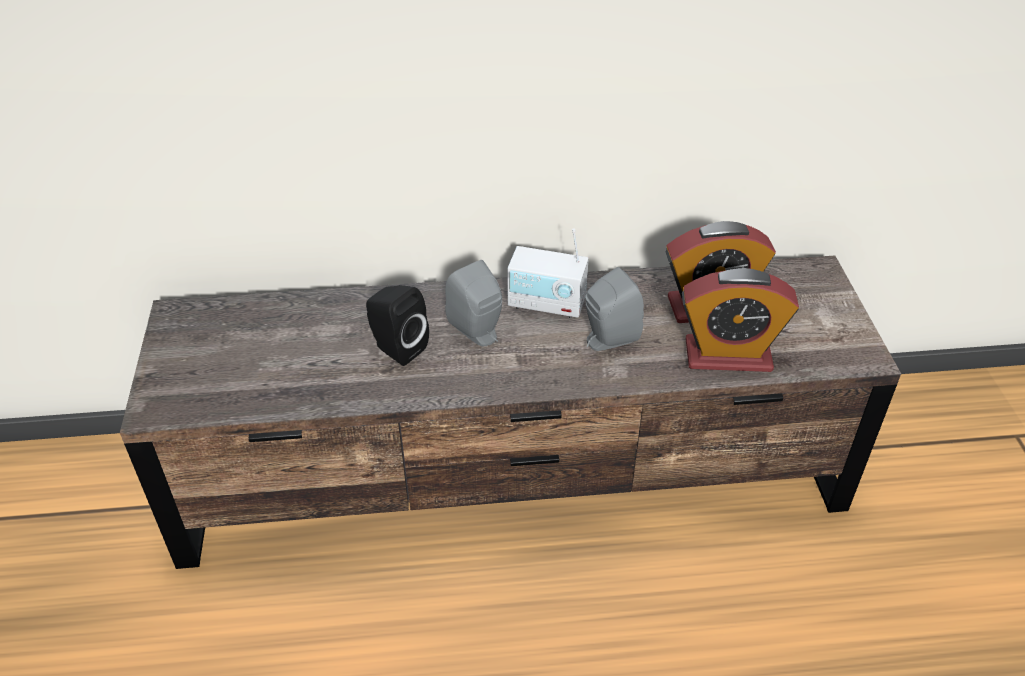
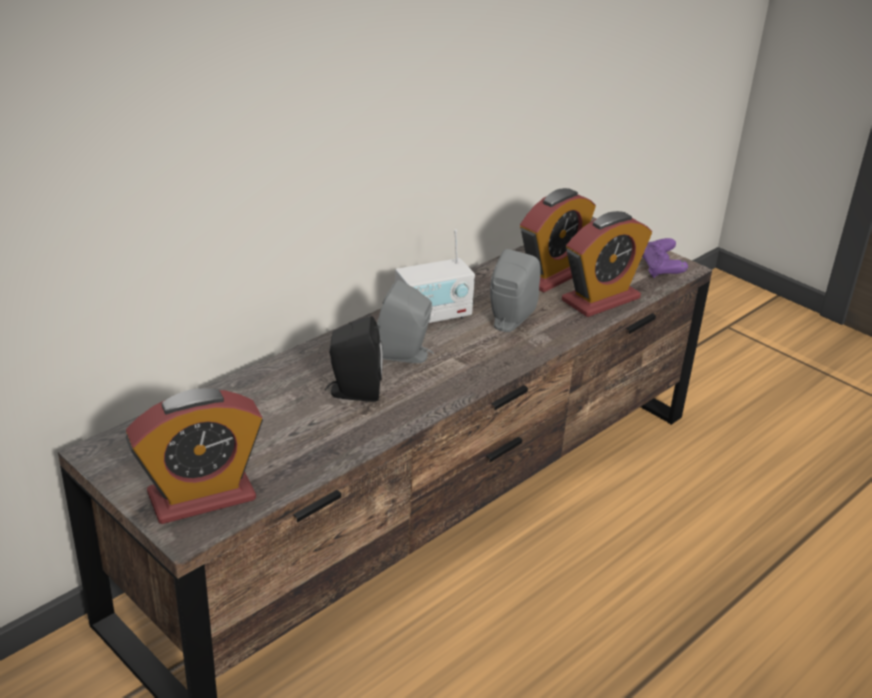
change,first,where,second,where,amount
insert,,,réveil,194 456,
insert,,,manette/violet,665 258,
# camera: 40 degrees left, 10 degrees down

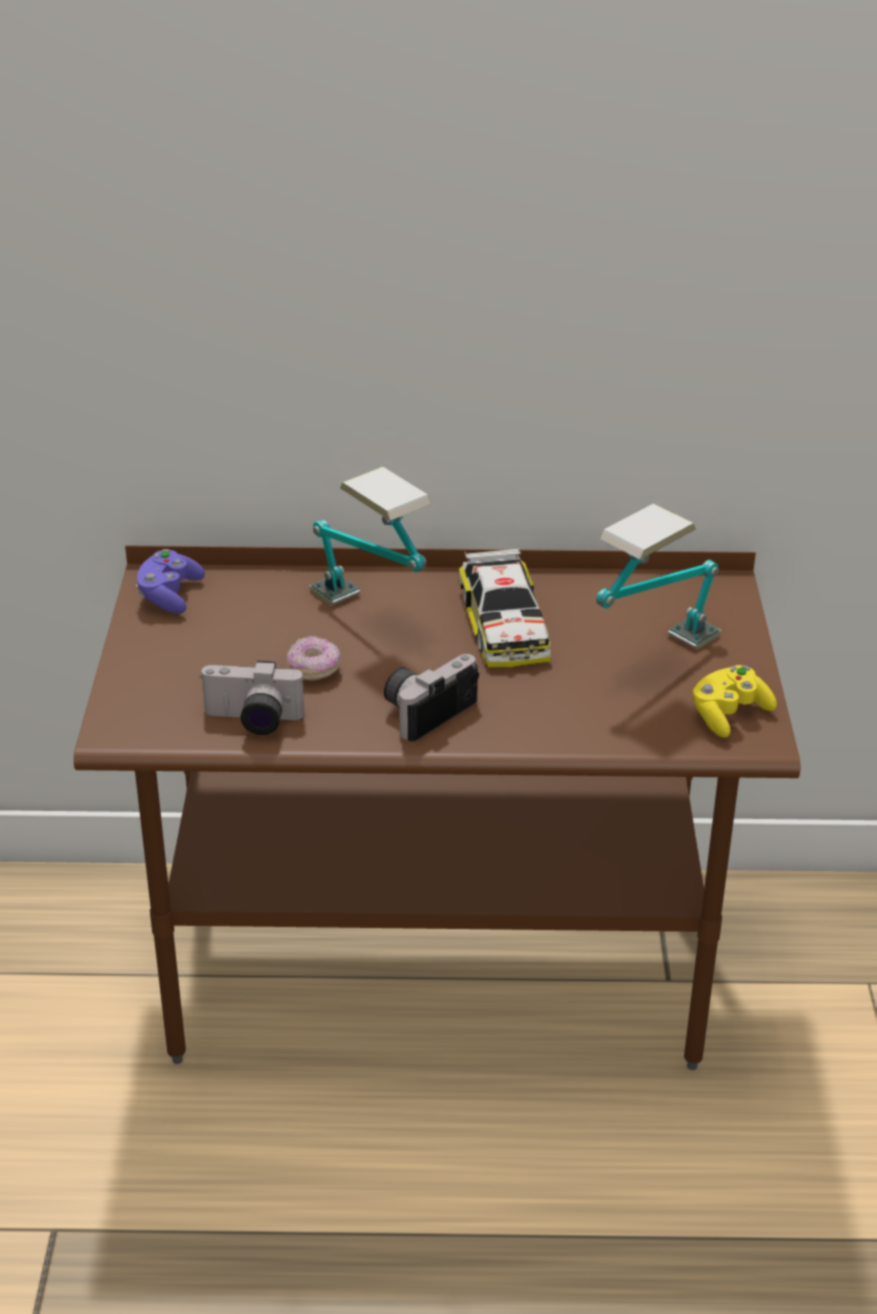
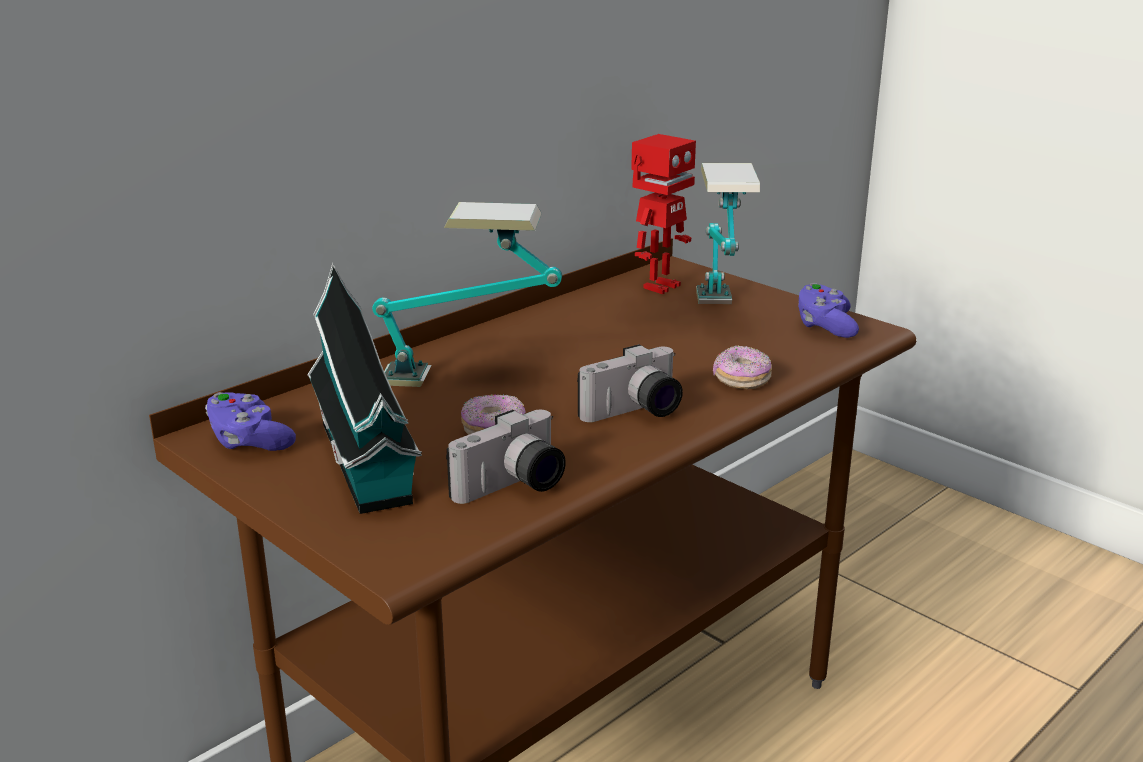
change,first,where,second,where,amount
rotate,appareil photo,431 697,,630 383,120 degrees counterclockwise
delete,petite voiture,505 608,,,
recolor,manette/jaune,735 701,manette/violet,828 310,
insert,,,maison miniature,364 388,
insert,,,robot jouet,663 214,
insert,,,beignet,742 367,
# camera: 45 degrees left, 10 degrees down

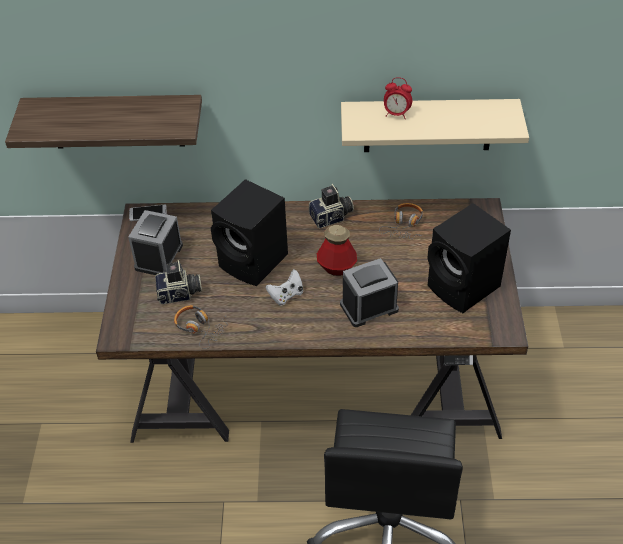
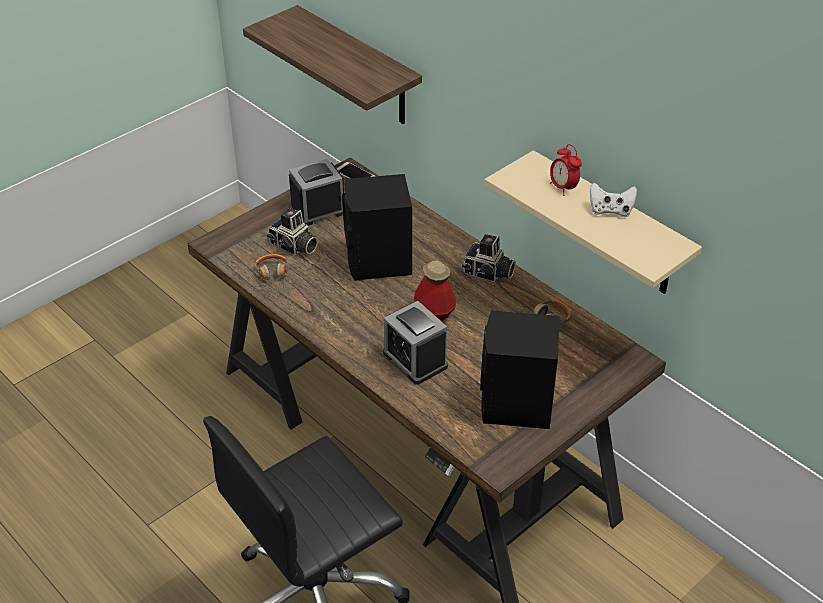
change,first,where,second,where,amount
move,manette/blanc,284 287,,613 200,
rotate,réveil,369 292,,415 343,150 degrees counterclockwise
# camera: 45 degrees right, 5 degrees down

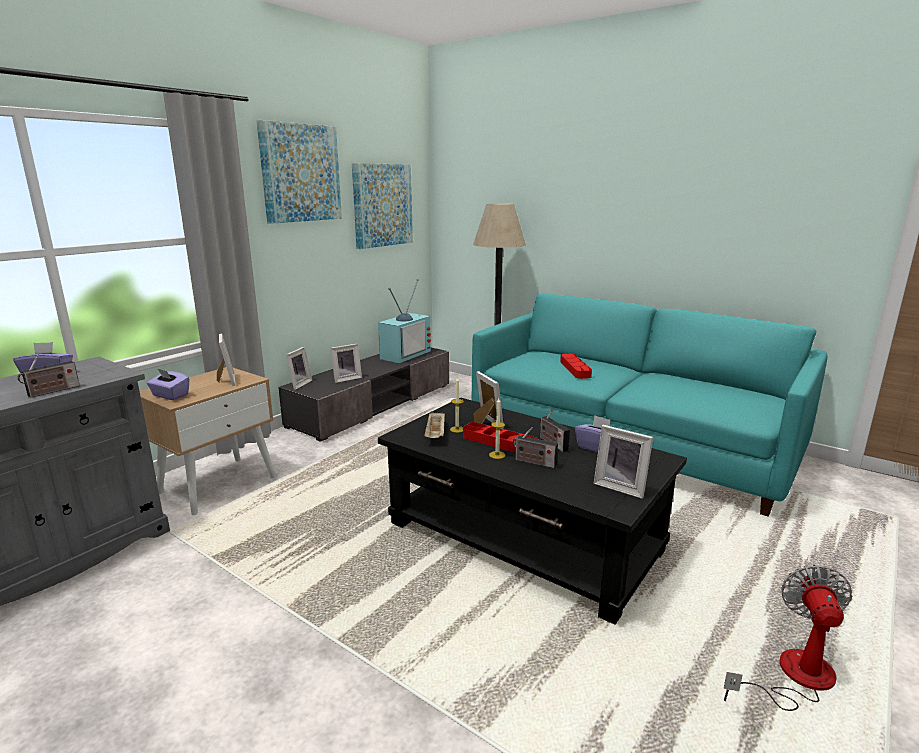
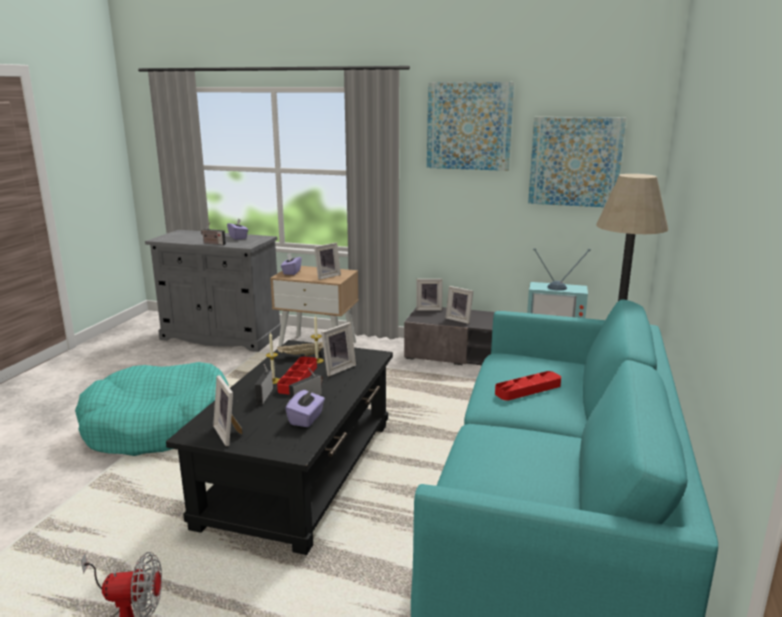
change,first,where,second,where,amount
rotate,cadre photo,623 462,,227 410,45 degrees counterclockwise
insert,,,panier pour chien/turquoise,152 409,
# camera: 70 degrees right, 0 degrees up

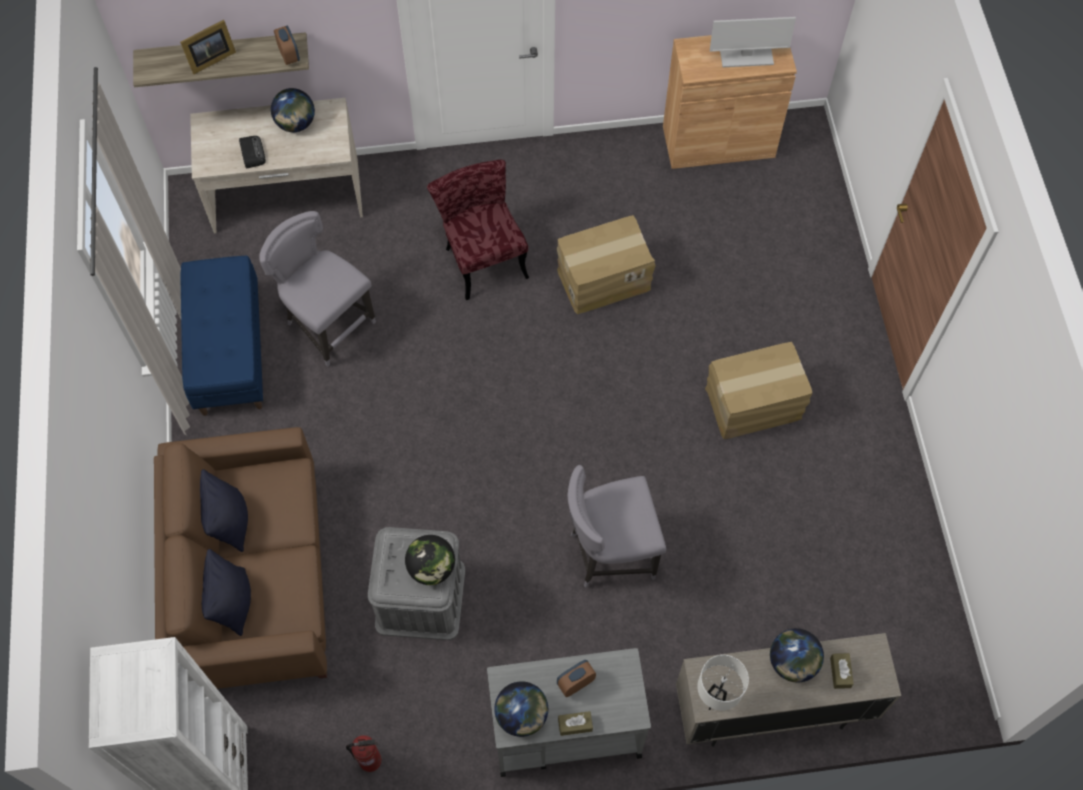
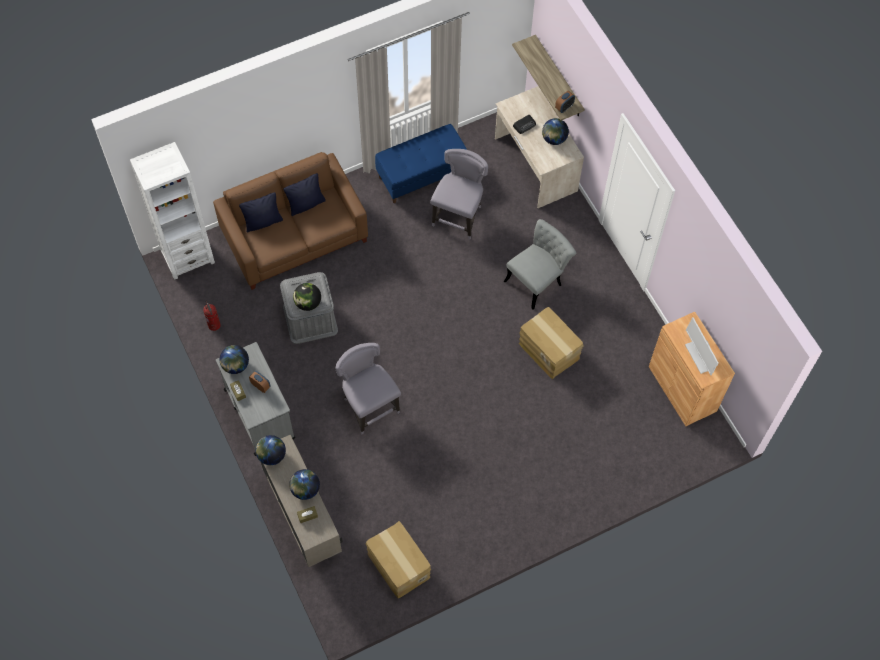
change,first,where,second,where,amount
delete,cadre photo,208 47,,,
recolor,chaise/rouge,478 230,chaise/gris,540 264,
replace,lampe de table/blanc,723 683,globe,270 450,
move,carton,758 390,,398 559,
# camera: 70 degrees right, 0 degrees up

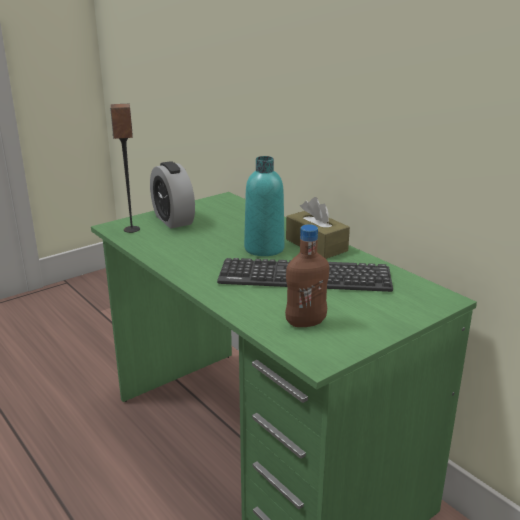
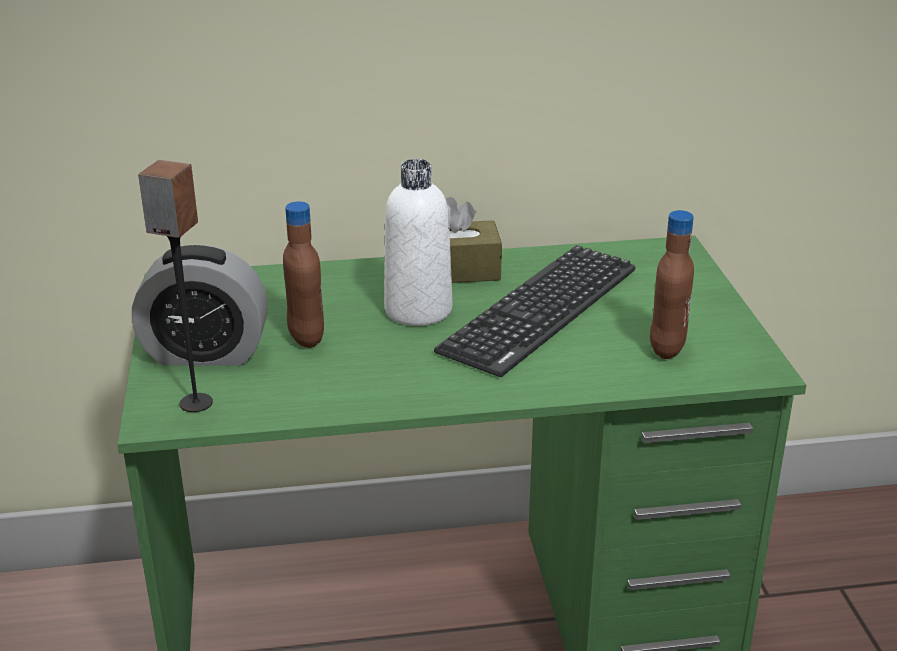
change,first,where,second,where,amount
recolor,bouteille/turquoise,264 206,bouteille/blanc,418 242,
insert,,,bouteille/marron,303 274,
# camera: 60 degrees left, 5 degrees up

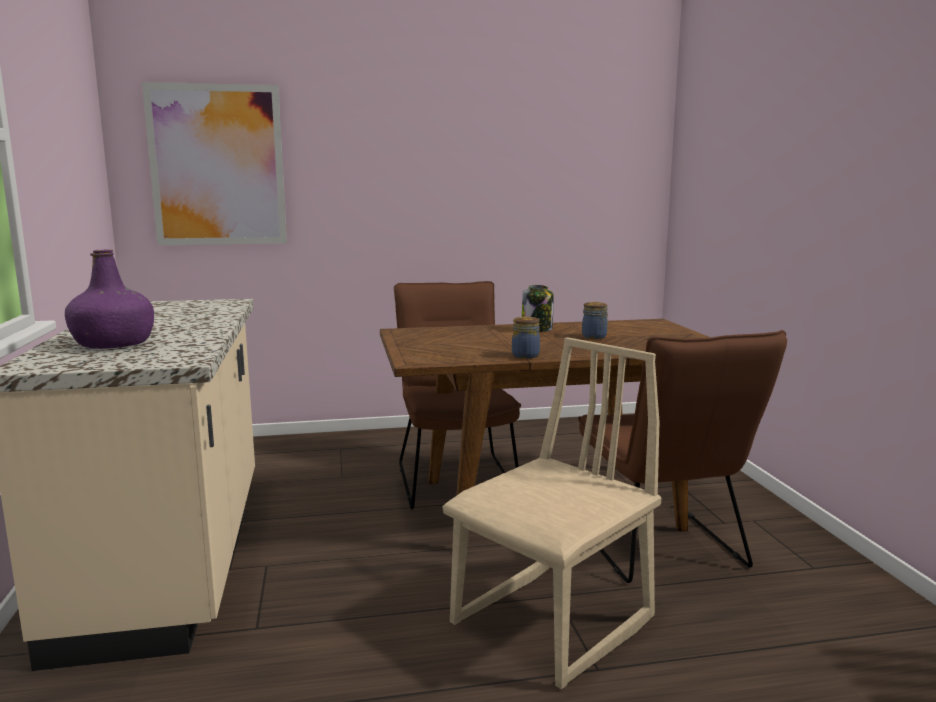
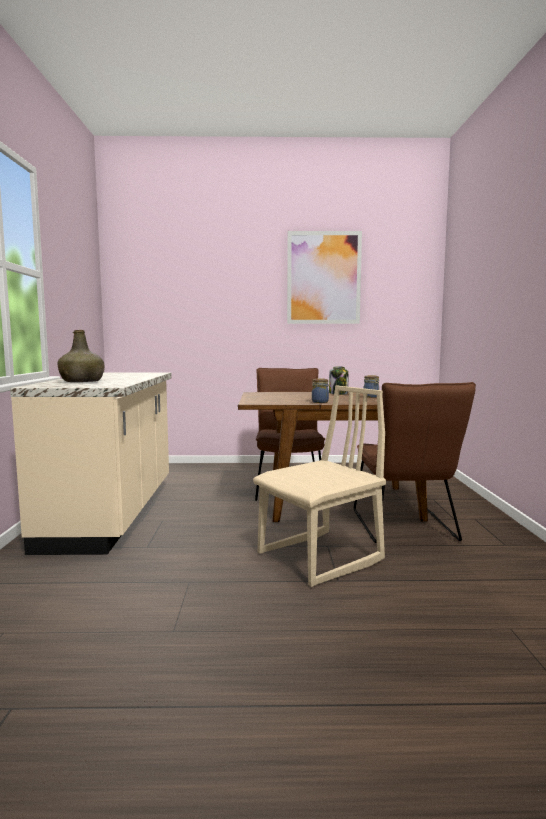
change,first,where,second,where,amount
recolor,bouteille/violet,109 299,bouteille/vert,81 356,
move,tableau,214 163,,324 277,
# camera: 10 degrees right, 5 degrees down

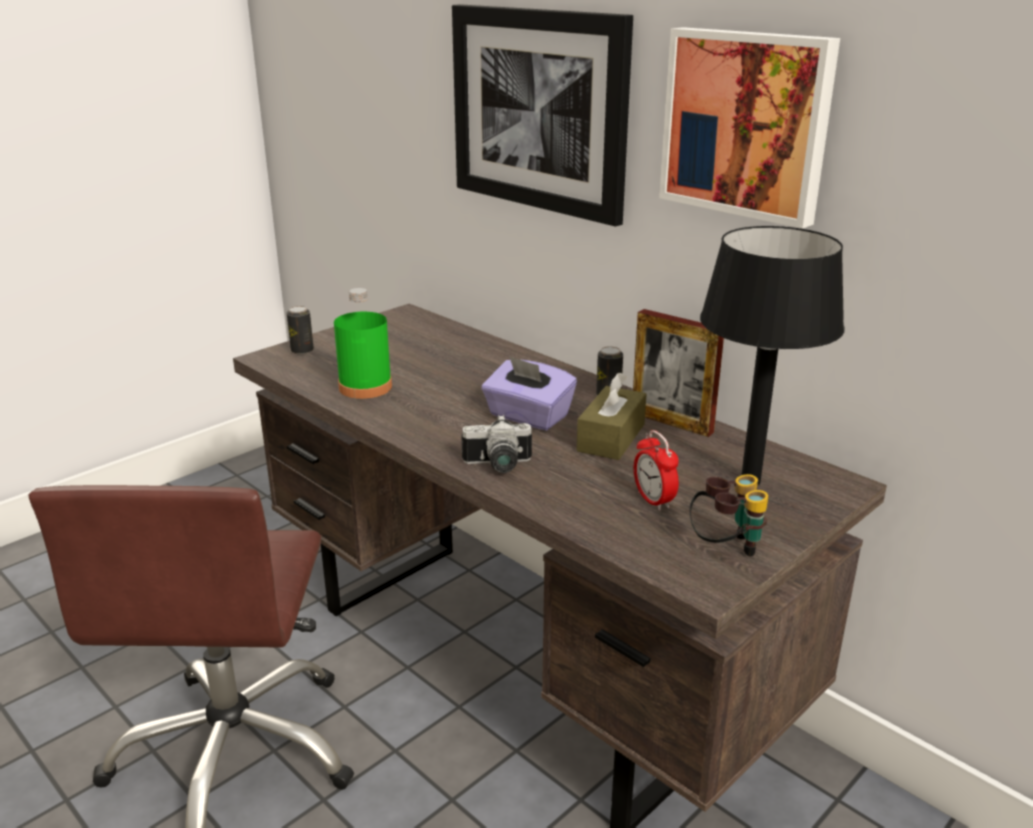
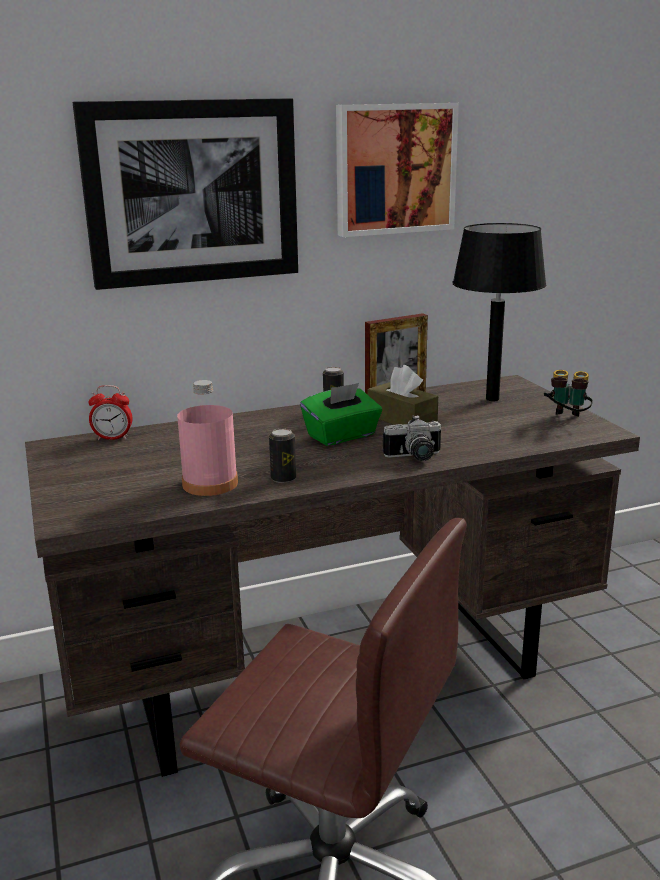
change,first,where,second,where,amount
move,boîte métallique,300 330,,282 455,
recolor,bouteille/vert,363 343,bouteille/rose,207 438,
rotate,appareil photo,496 444,,412 438,60 degrees clockwise
recolor,boîte à mouchoirs/violet,529 393,boîte à mouchoirs/vert,341 414,
move,réveil,656 470,,110 412,
# camera: 65 degrees left, 5 degrees down

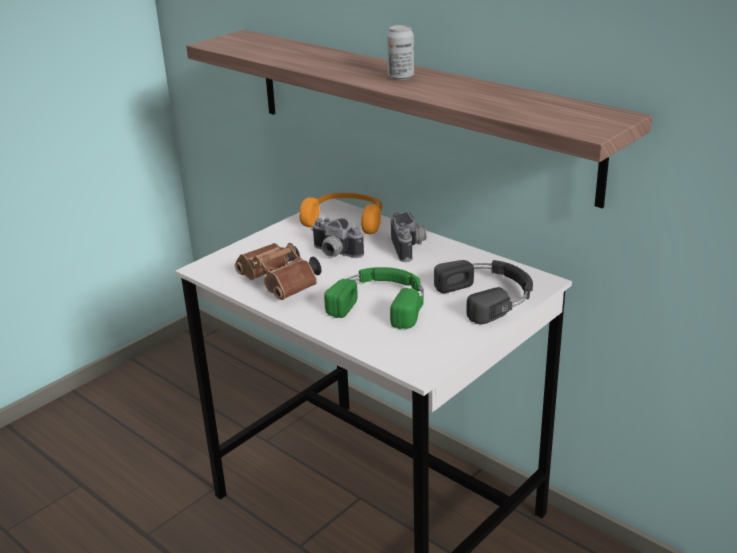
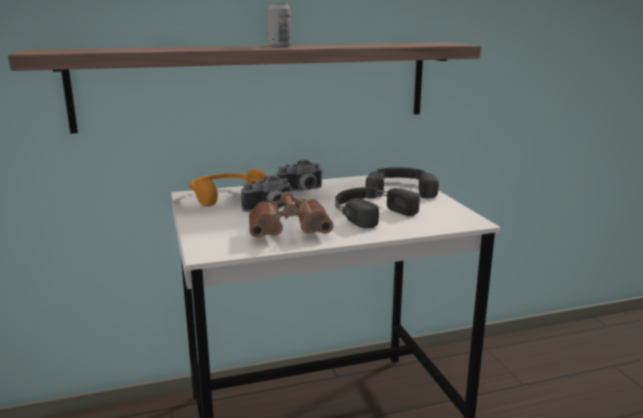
change,first,where,second,where,amount
recolor,casque audio/vert,374 298,casque audio/noir,378 207,
rotate,appareil photo,408 237,,300 175,135 degrees clockwise
# camera: 60 degrees left, 10 degrees down

